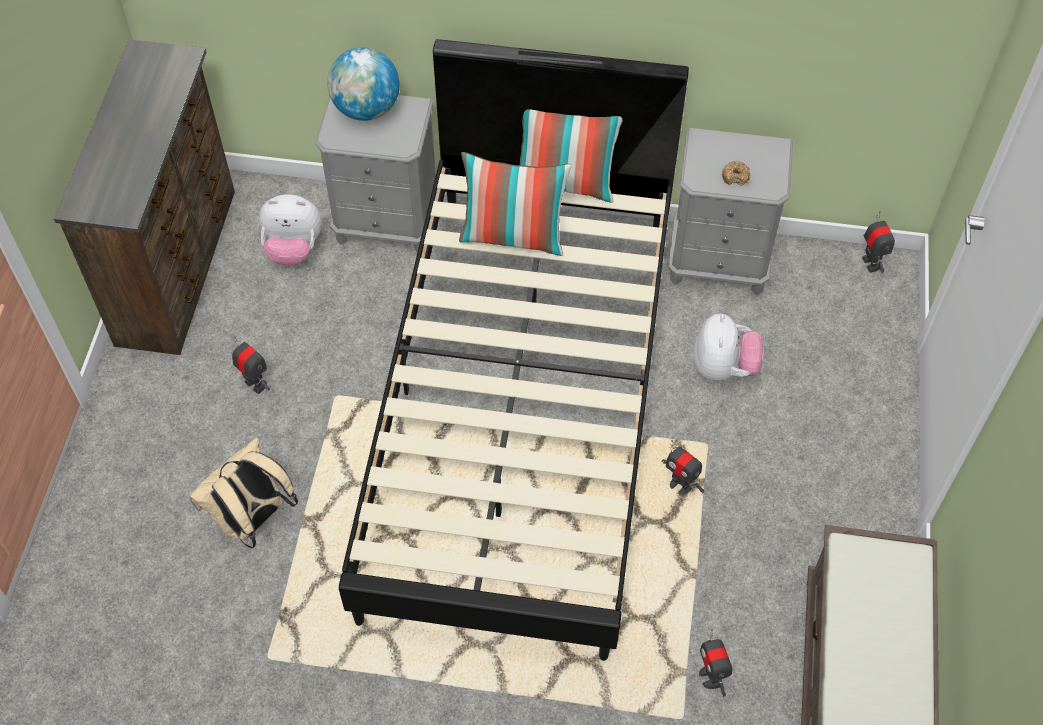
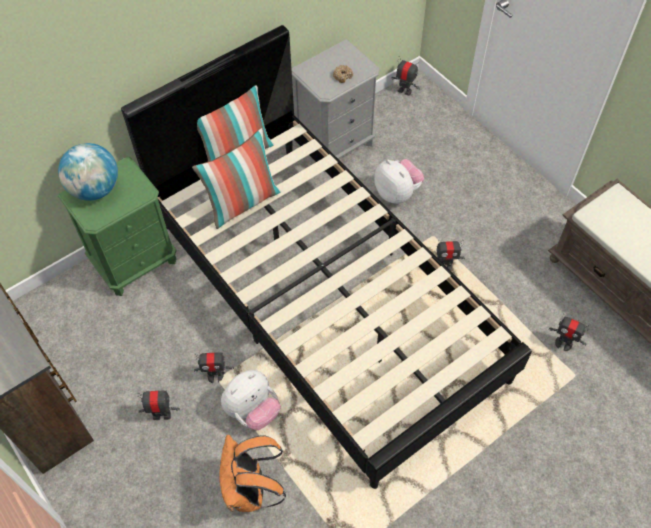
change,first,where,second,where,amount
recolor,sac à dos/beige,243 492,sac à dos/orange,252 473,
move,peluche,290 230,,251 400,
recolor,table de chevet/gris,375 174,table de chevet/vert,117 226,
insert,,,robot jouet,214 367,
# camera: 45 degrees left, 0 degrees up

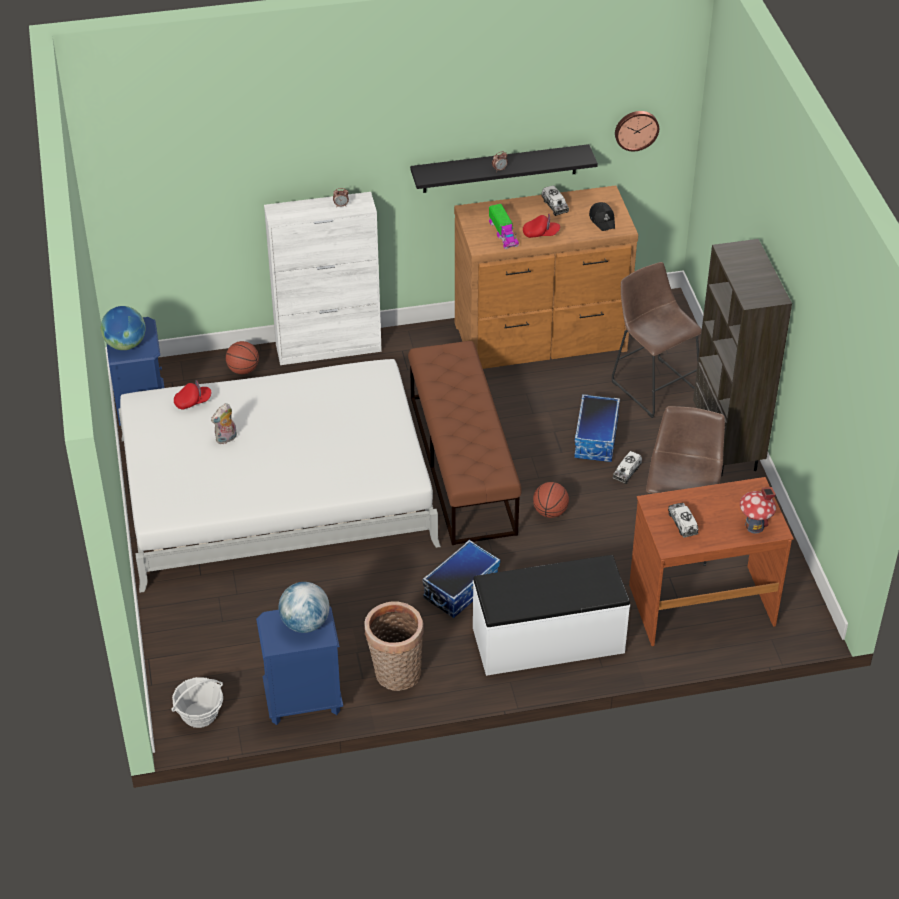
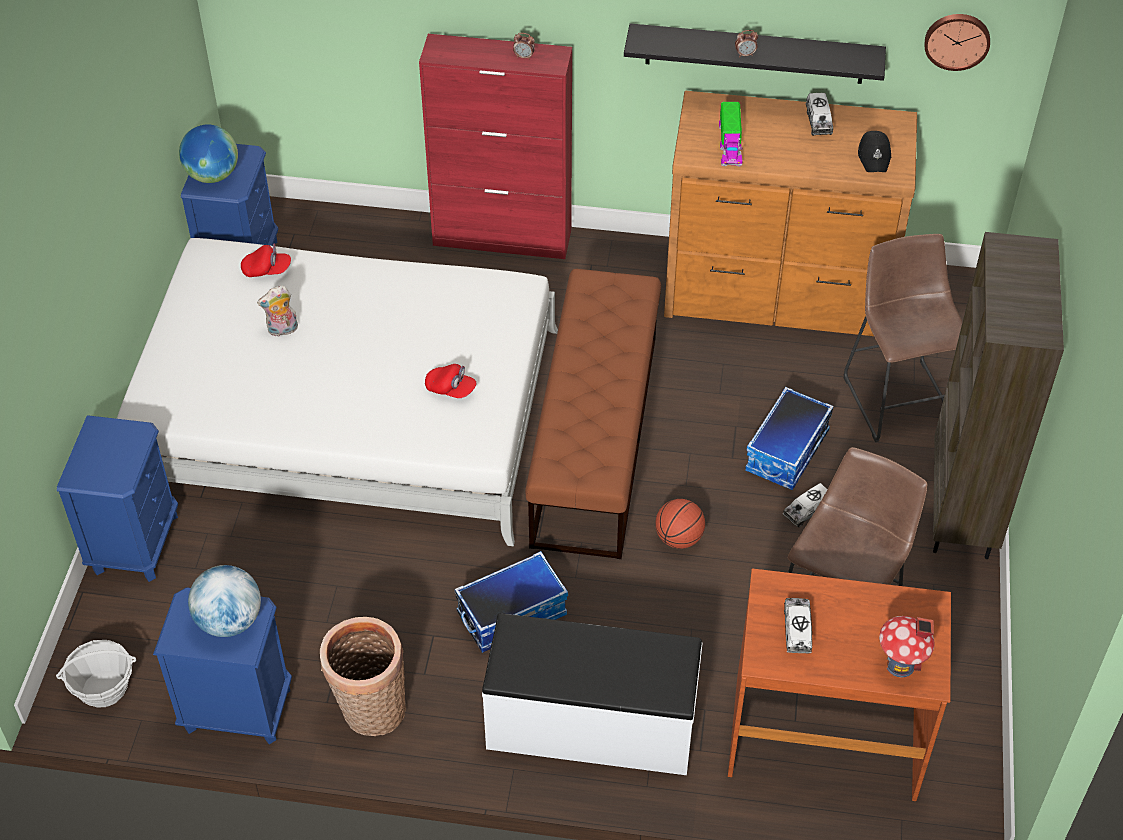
change,first,where,second,where,amount
delete,ballon de basket,242 357,,,
recolor,meuble de rangement/blanc,323 278,meuble de rangement/rouge,495 146,
move,casquette/rouge,541 226,,450 381,
insert,,,table de chevet/bleu,117 498,
# camera: 20 degrees right, 5 degrees up

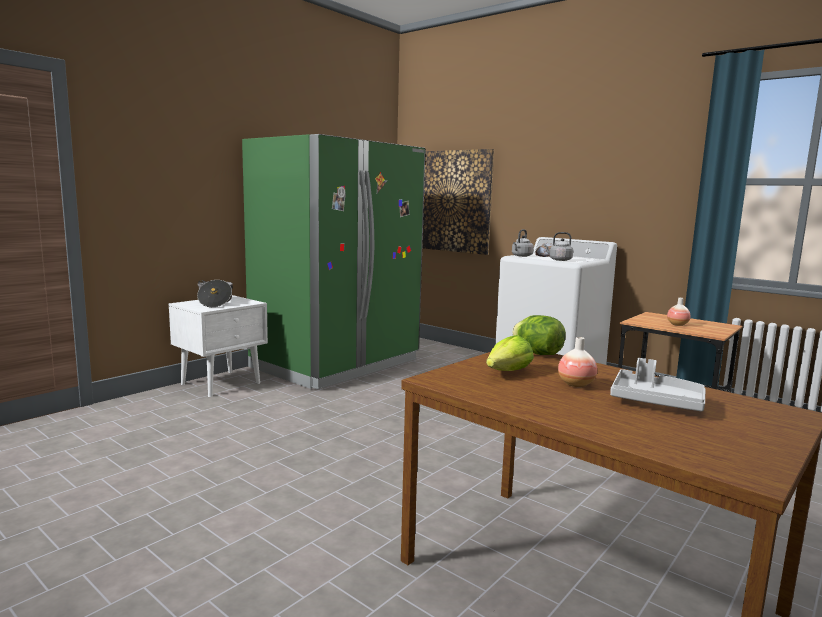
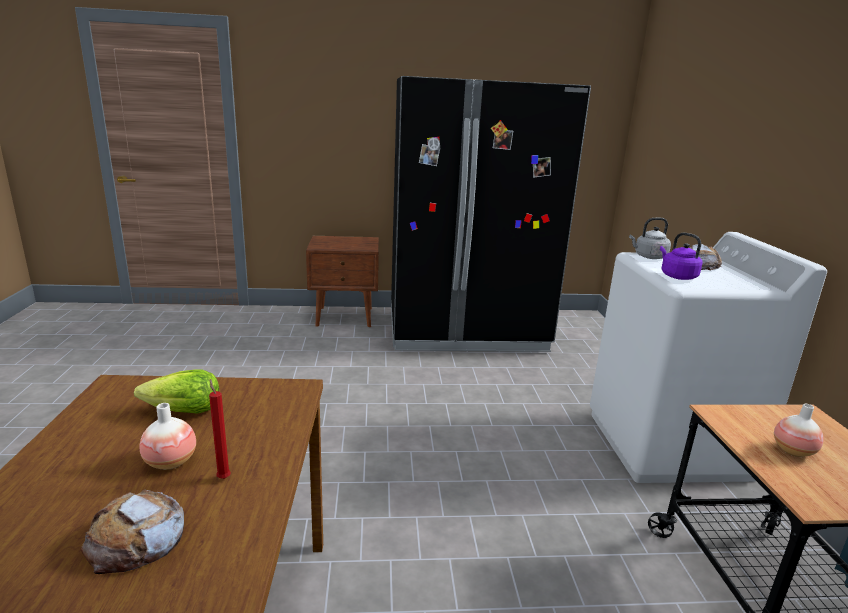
change,first,where,second,where,amount
recolor,table de chevet/blanc,218 346,table de chevet/marron,342 281,
delete,marmite,215 293,,,
recolor,réfrigérateur/vert,334 261,réfrigérateur/noir,491 214,
delete,tableau,458 202,,,
delete,laitue,539 335,,,
recolor,bouilloire/gris,558 246,bouilloire/violet,681 256,
replace,plateau/gris,657 384,pain,132 532,
insert,,,bougie/rouge,220 429,
# camera: 45 degrees right, 10 degrees up

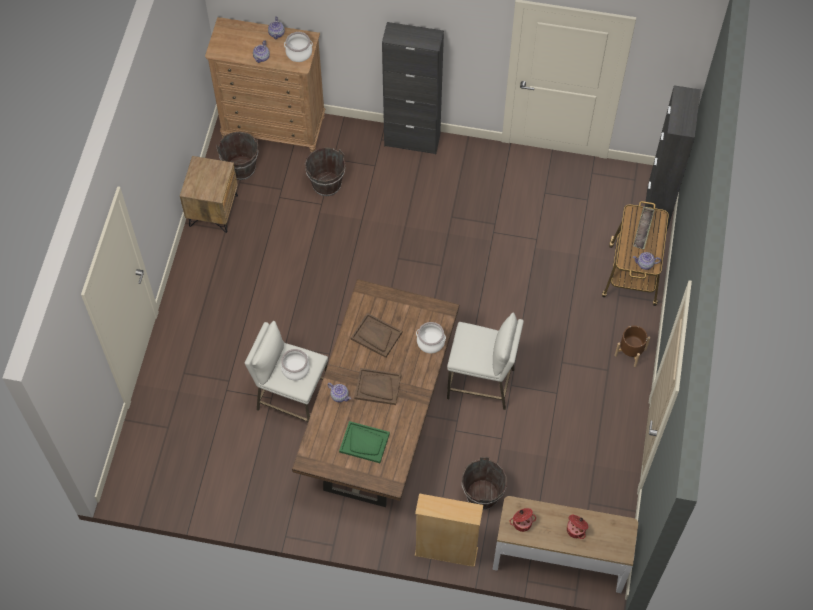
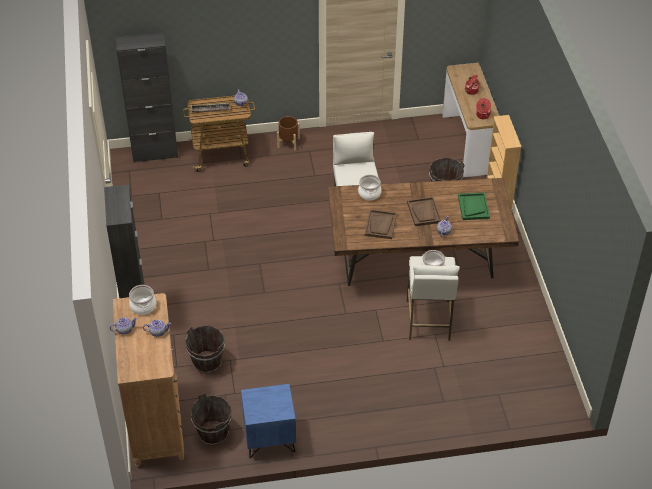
change,first,where,second,where,amount
recolor,table de chevet/marron,209 194,table de chevet/bleu,268 421,
# camera: 110 degrees left, 15 degrees down

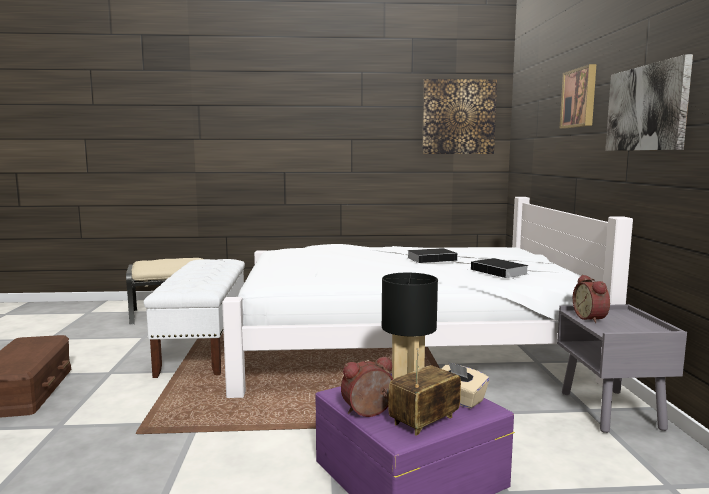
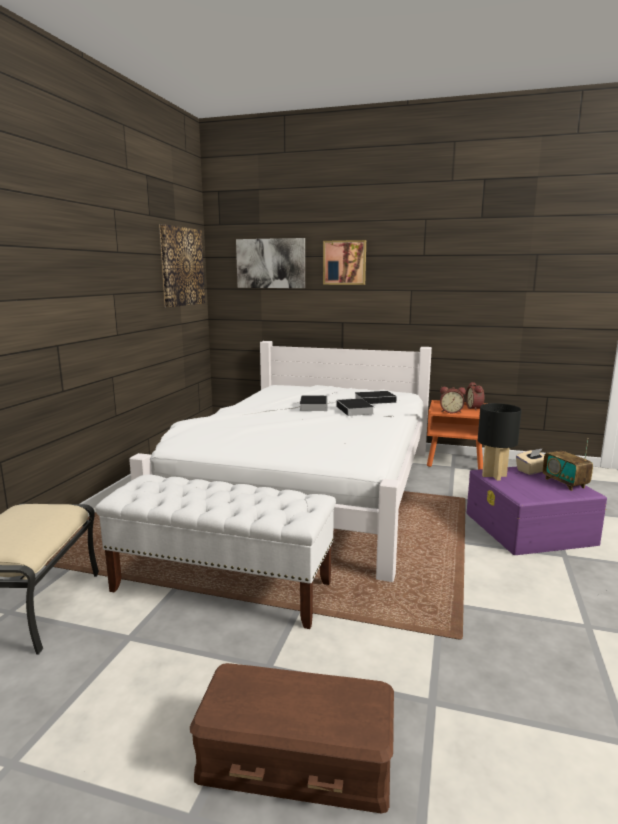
change,first,where,second,where,amount
move,réveil,367 386,,475 396,
recolor,table de chevet/gris,622 368,table de chevet/orange,457 435,
move,tableau,649 102,,270 263,
insert,,,livre,355 408,
# camera: 70 degrees left, 5 degrees up

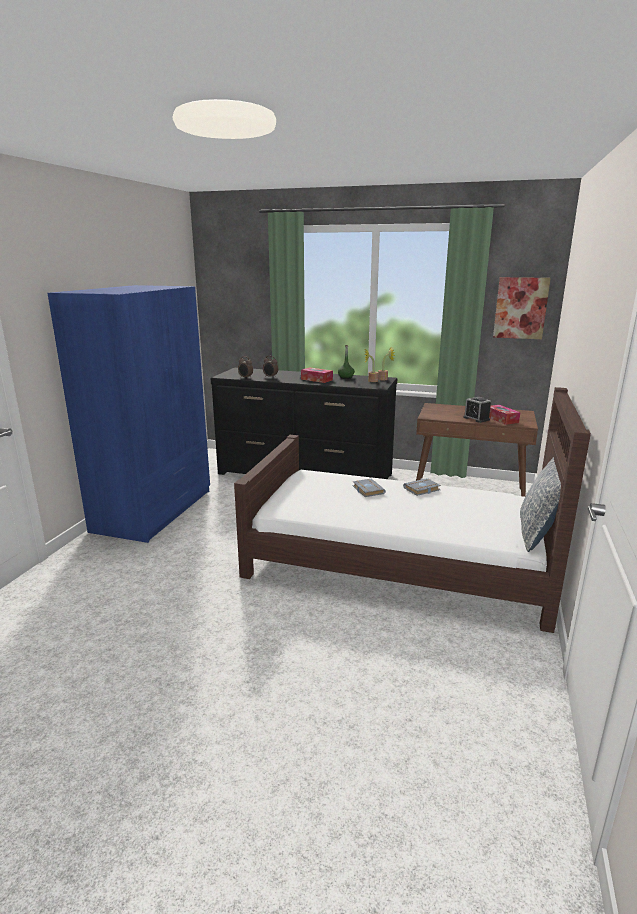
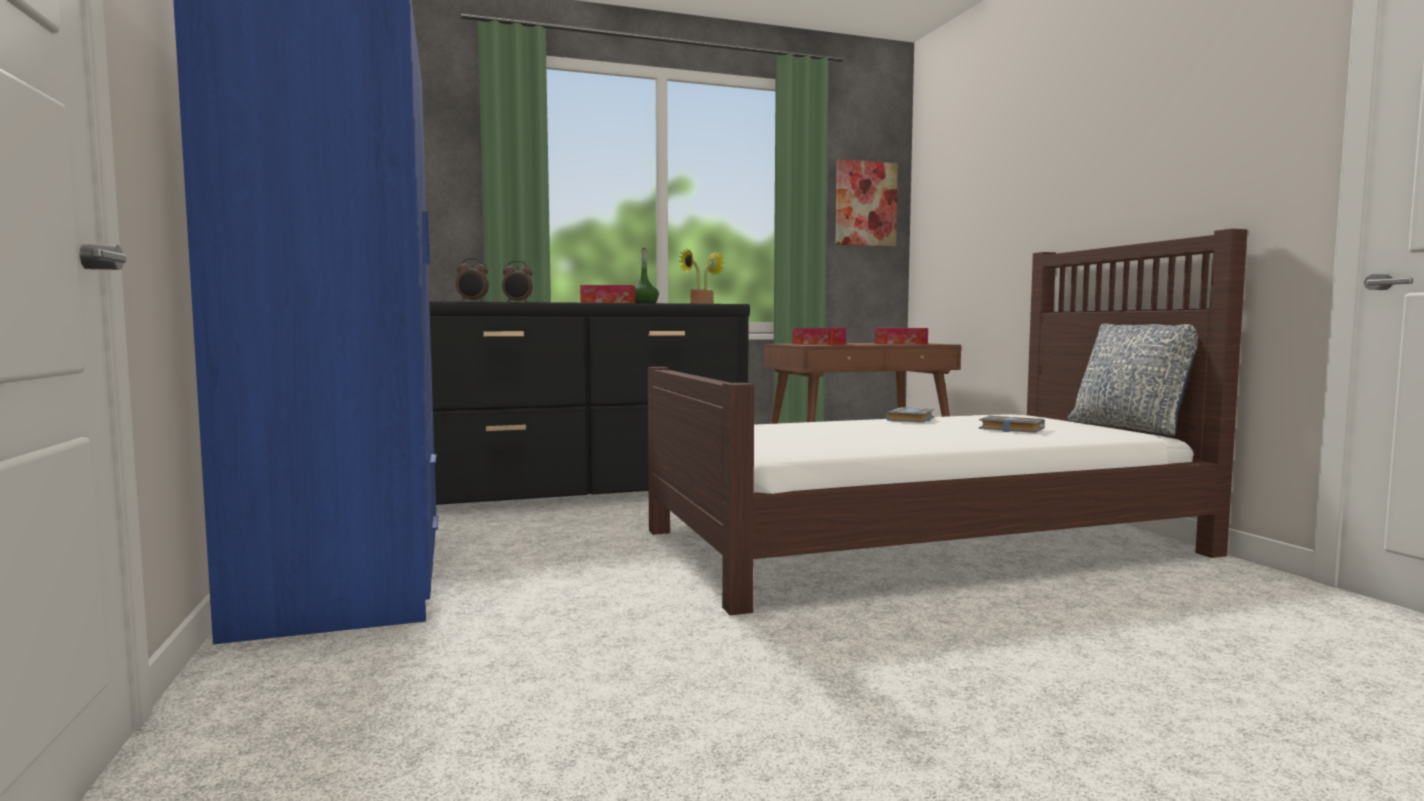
change,first,where,second,where,amount
move,livre/gris,369 488,,1011 424,
delete,réveil,477 410,,,
insert,,,boîte à mouchoirs,819 336,
# camera: 35 degrees left, 15 degrees down

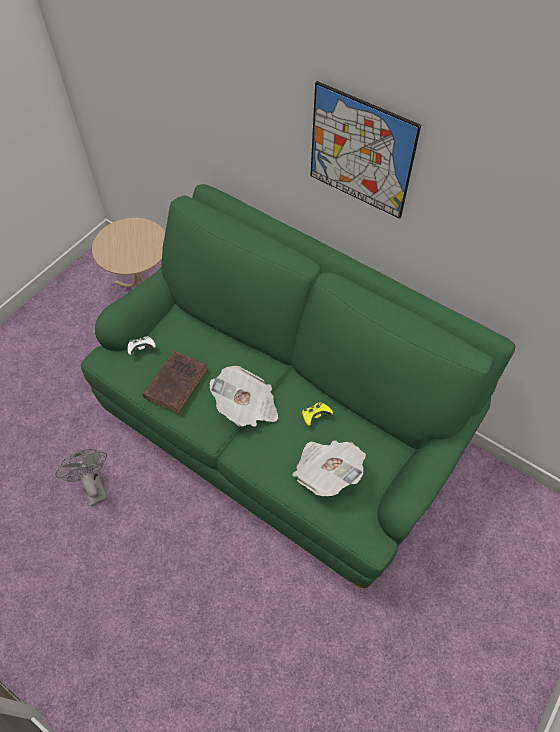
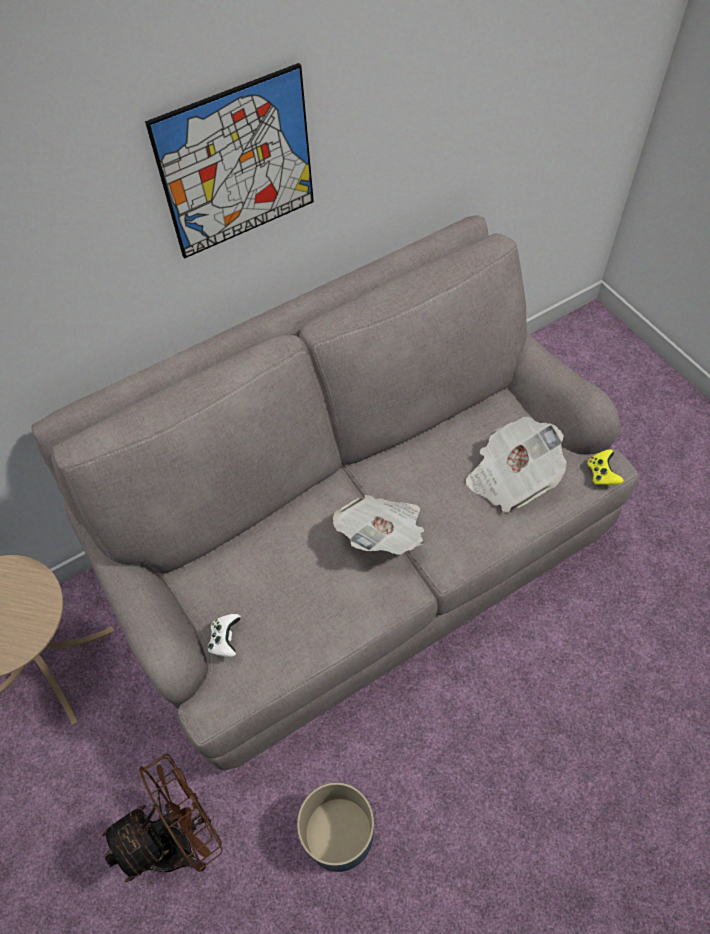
change,first,where,second,where,amount
replace,ventilateur/gris,81 477,cache-pot/bleu,335 827,
recolor,canapé/vert,298 386,canapé/gris,334 492,
delete,livre/marron,176 382,,,
move,manette/jaune,317 414,,605 467,
insert,,,ventilateur/marron,162 818,
# camera: 65 degrees left, 0 degrees up

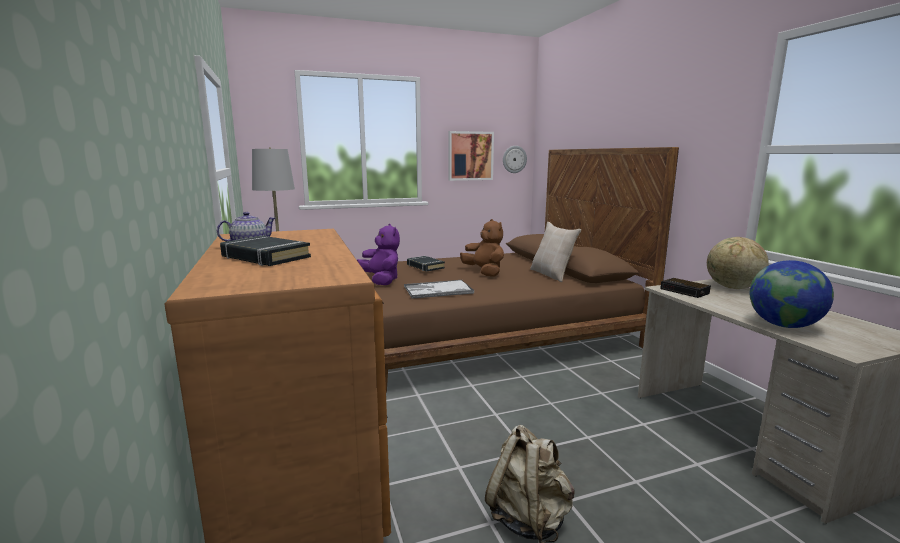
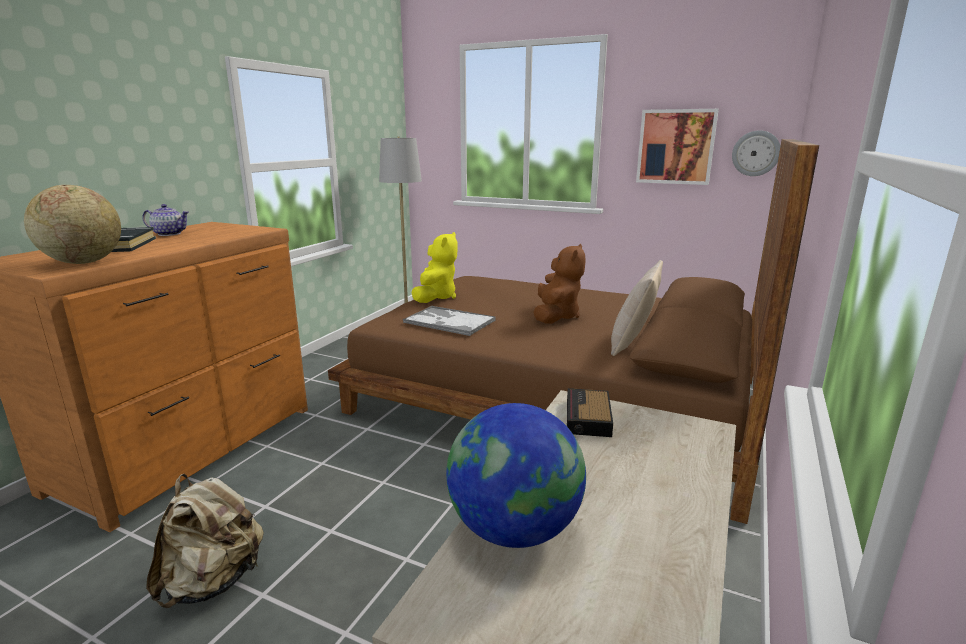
change,first,where,second,where,amount
recolor,peluche/violet,378 254,peluche/jaune,435 267,
delete,livre/noir,426 264,,,
move,globe,738 263,,72 224,
# camera: 45 degrees right, 5 degrees up

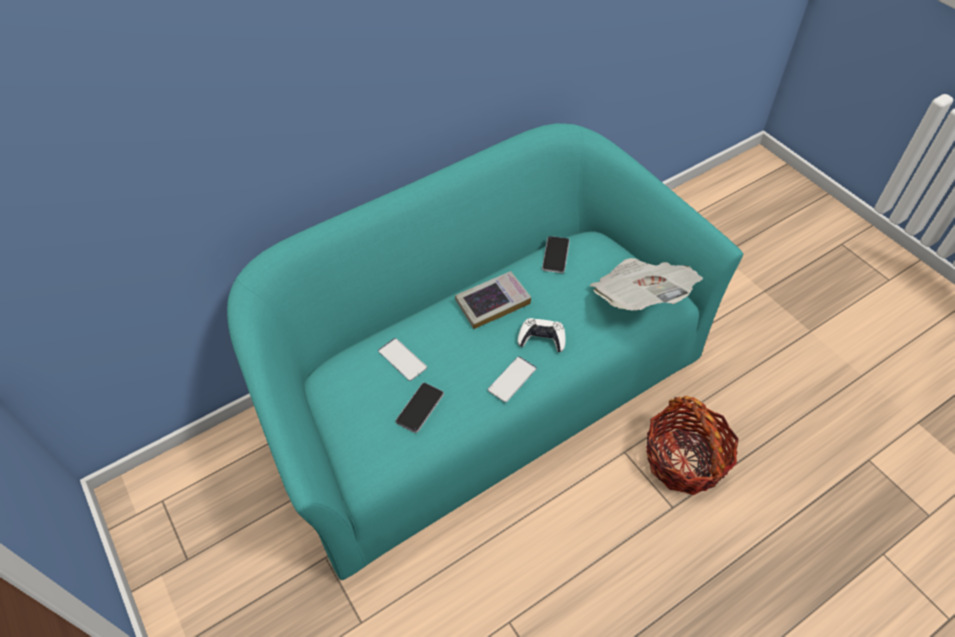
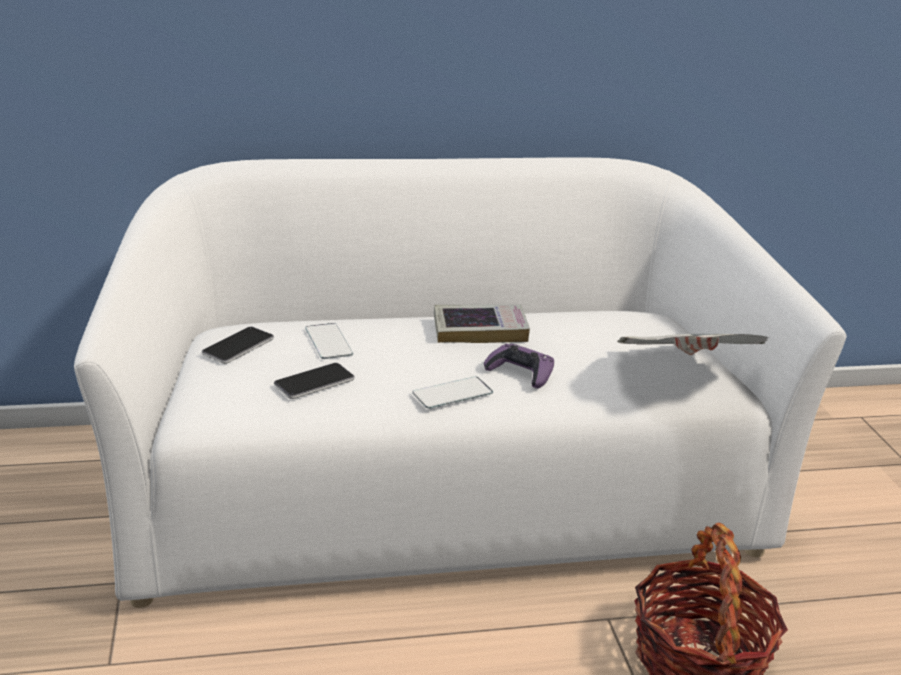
change,first,where,second,where,amount
recolor,canapé/turquoise,485 351,canapé/blanc,460 383,
recolor,manette/blanc,542 335,manette/violet,519 365,
move,téléphone,556 254,,237 345,
# camera: 20 degrees right, 25 degrees down

